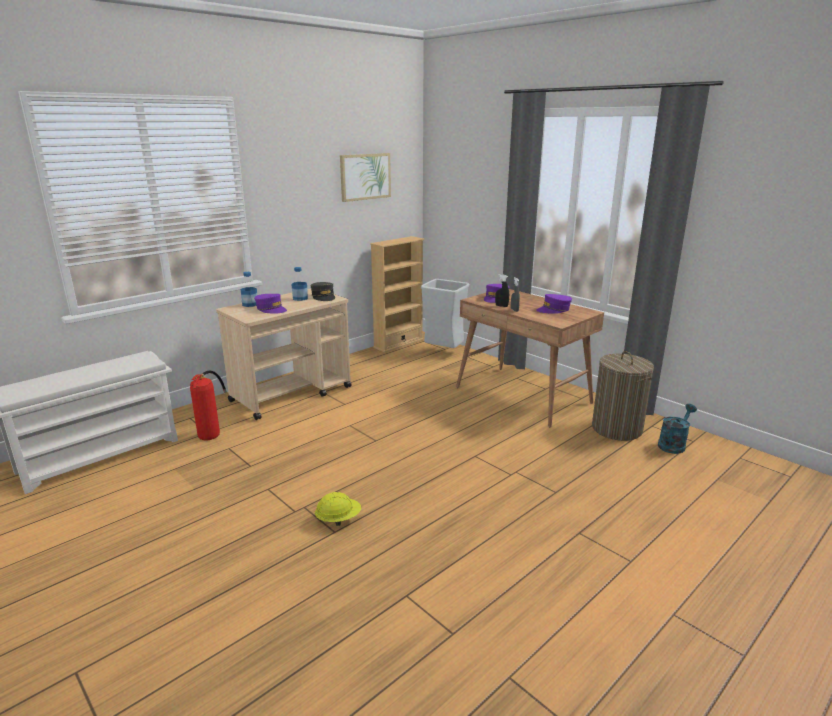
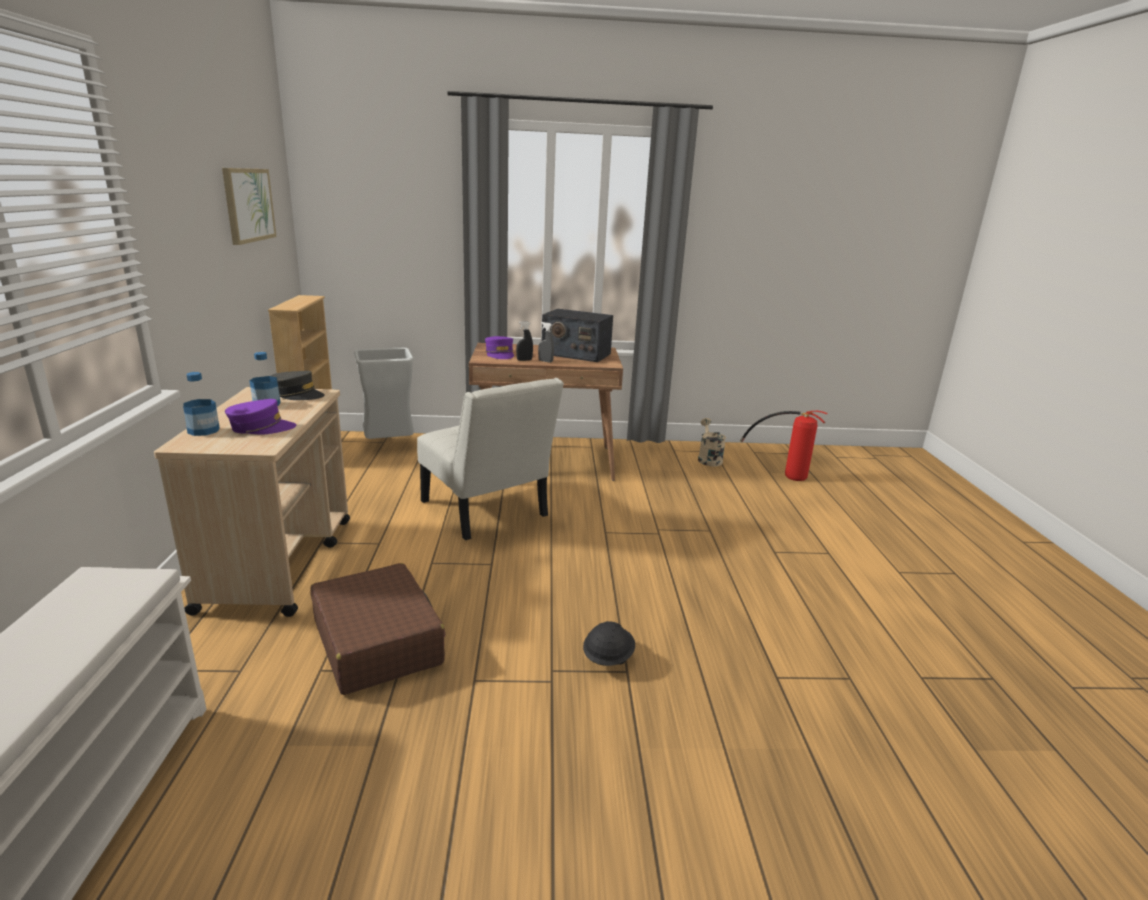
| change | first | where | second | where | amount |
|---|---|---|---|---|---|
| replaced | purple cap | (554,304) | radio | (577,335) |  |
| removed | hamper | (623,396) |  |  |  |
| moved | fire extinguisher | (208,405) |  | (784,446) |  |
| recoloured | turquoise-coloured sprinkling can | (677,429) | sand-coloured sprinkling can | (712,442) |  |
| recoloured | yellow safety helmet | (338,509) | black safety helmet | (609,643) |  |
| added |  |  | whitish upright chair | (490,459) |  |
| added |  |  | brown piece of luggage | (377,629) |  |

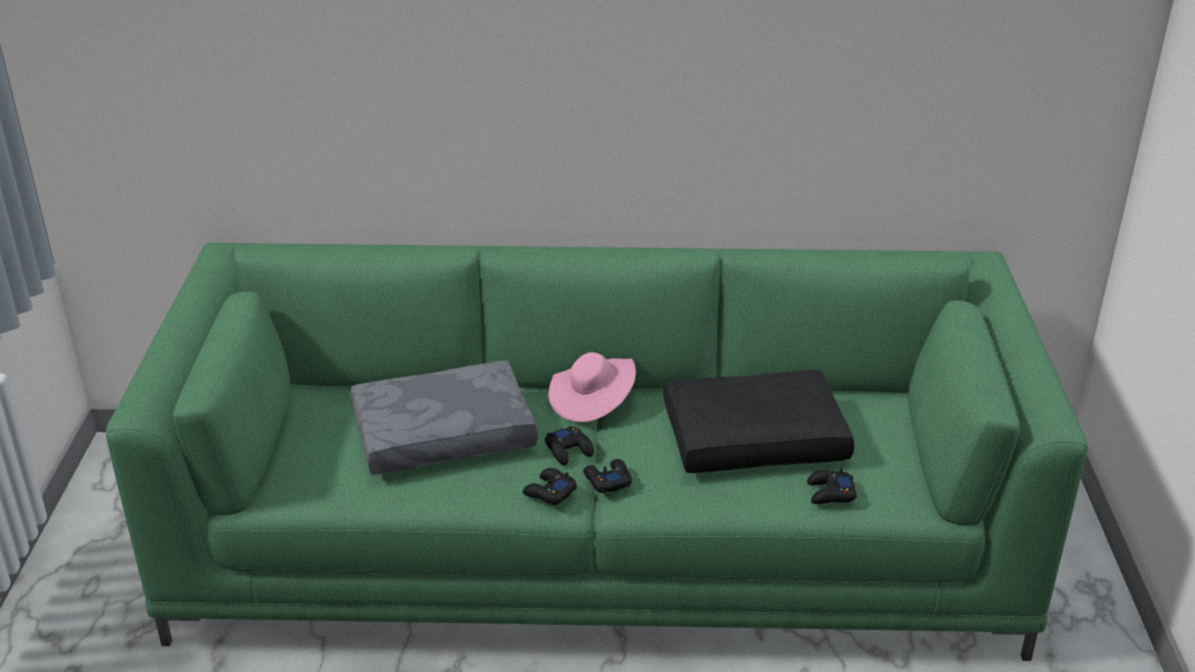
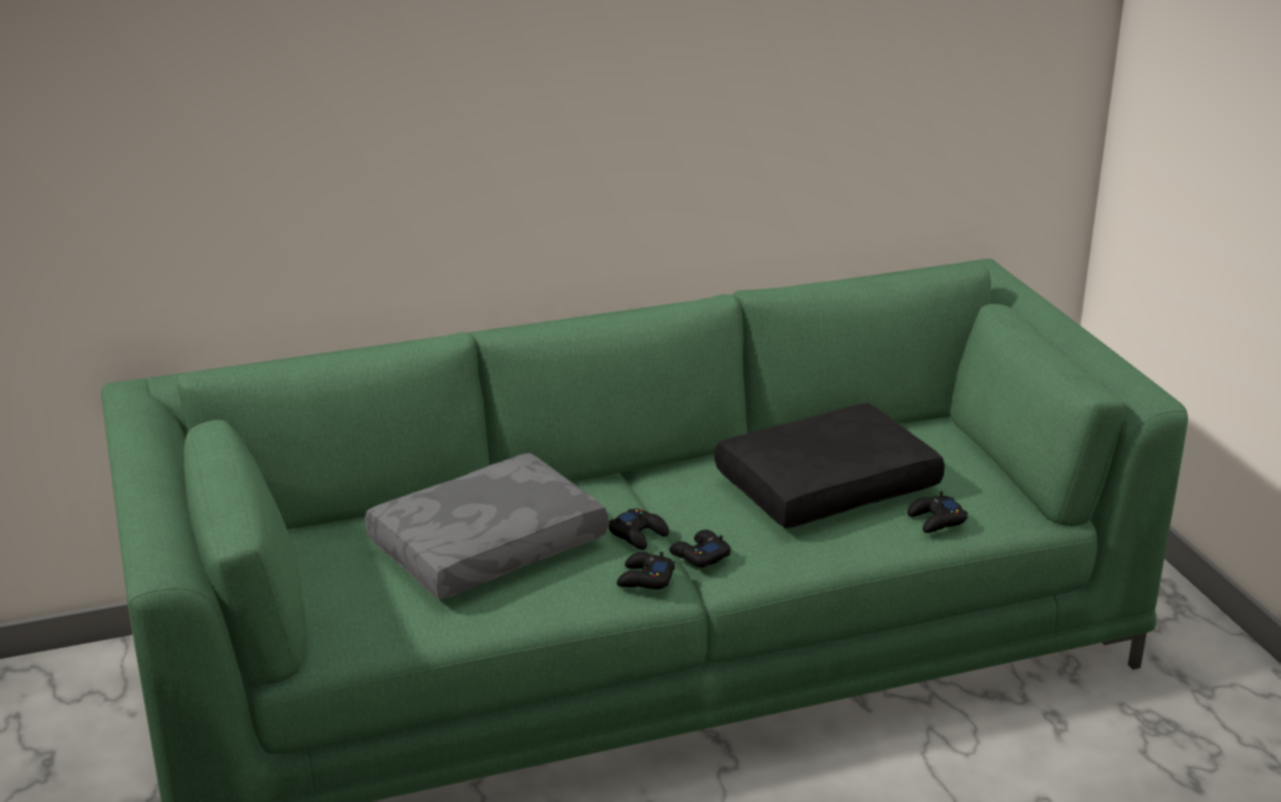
| change | first | where | second | where | amount |
|---|---|---|---|---|---|
| removed | pink hat | (592,387) |  |  |  |

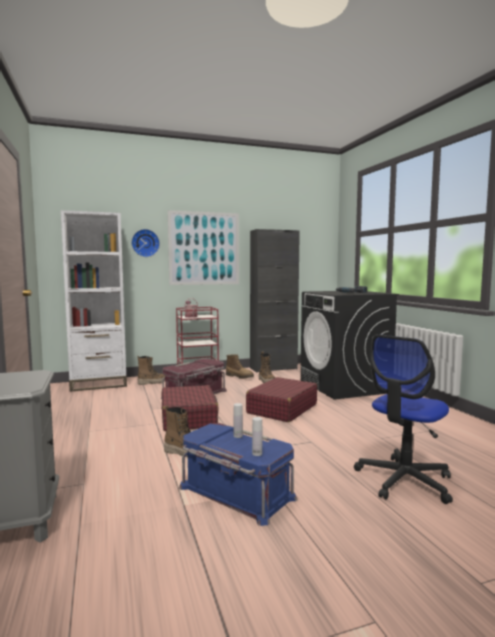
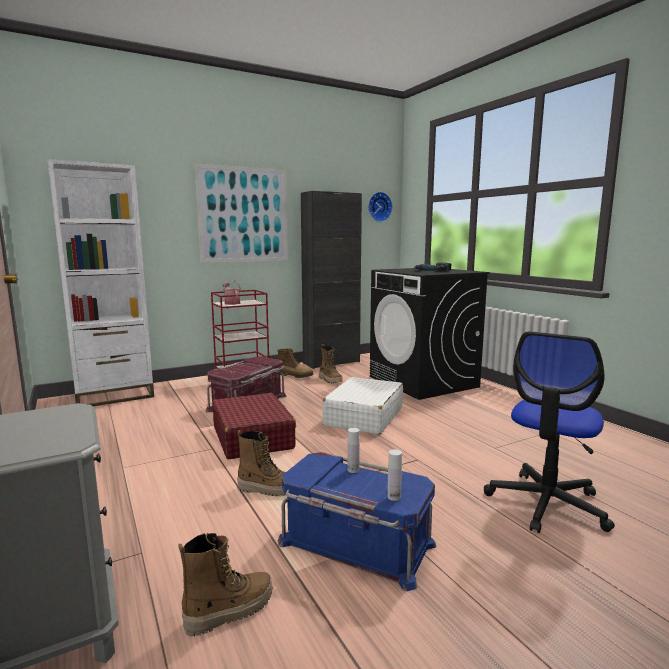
| change | first | where | second | where | amount |
|---|---|---|---|---|---|
| moved | wall clock | (145,243) |  | (380,207) |  |
| moved | high-top boot | (151,370) |  | (225,584) |  |
| recoloured | red piece of luggage | (281,399) | whitish piece of luggage | (362,406) |  |

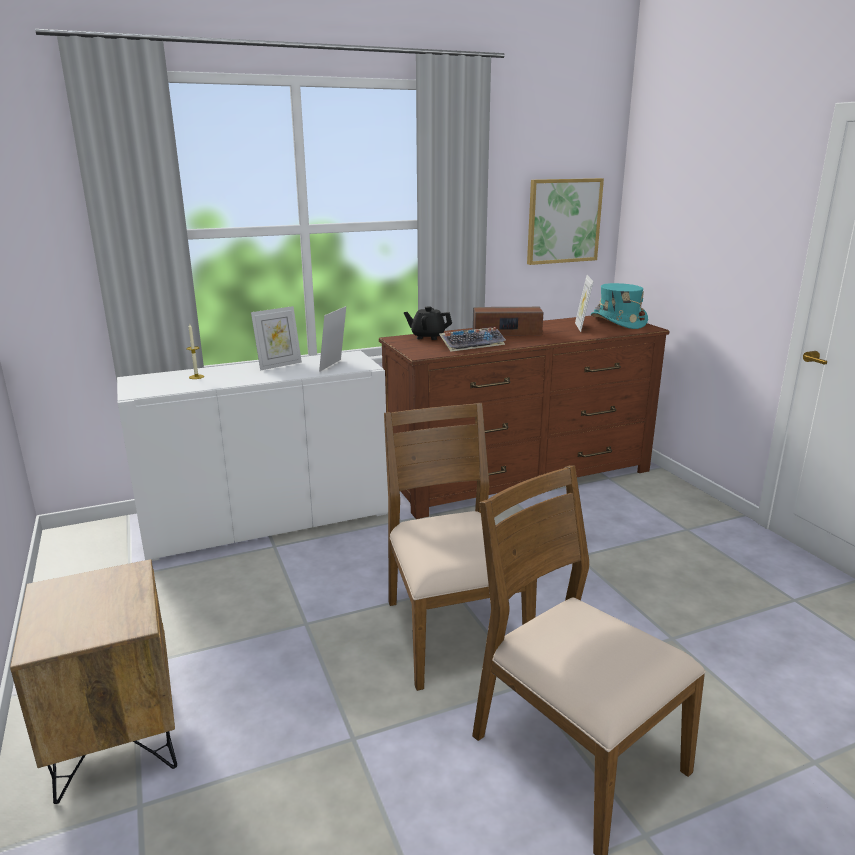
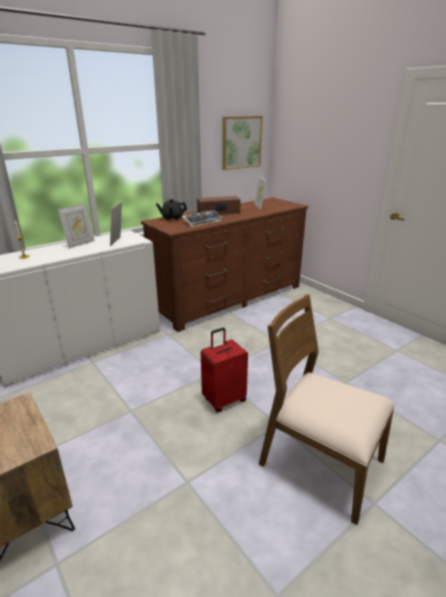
| change | first | where | second | where | amount |
|---|---|---|---|---|---|
| removed | turquoise-coloured hat | (619,306) |  |  |  |
| replaced | brown upright chair | (460,547) | red piece of luggage | (224,370) |  |

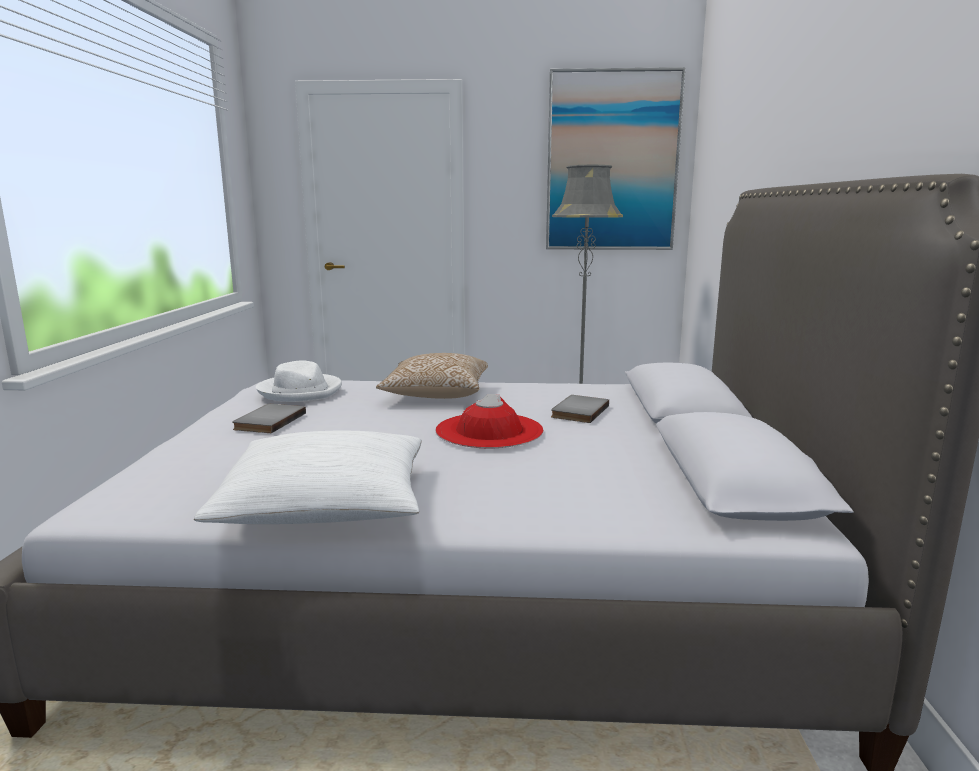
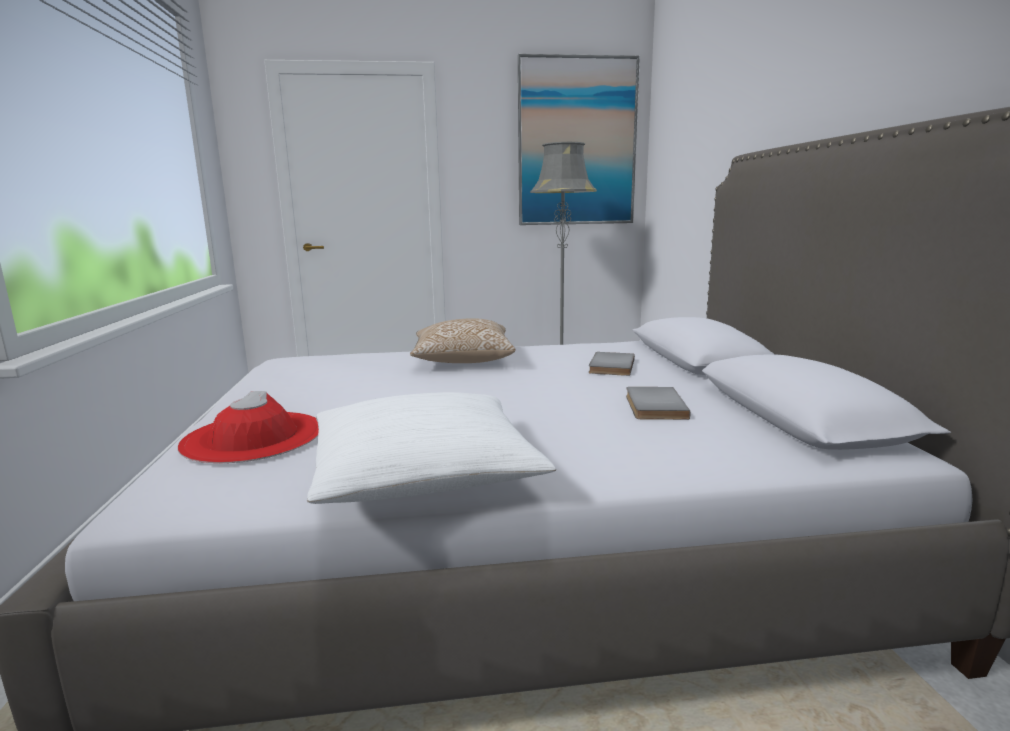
| change | first | where | second | where | amount |
|---|---|---|---|---|---|
| removed | whitish hat | (299,381) |  |  |  |
| moved | red hat | (489,421) |  | (248,427) |  |
| moved | greyish bound book | (269,418) |  | (658,403) |  |

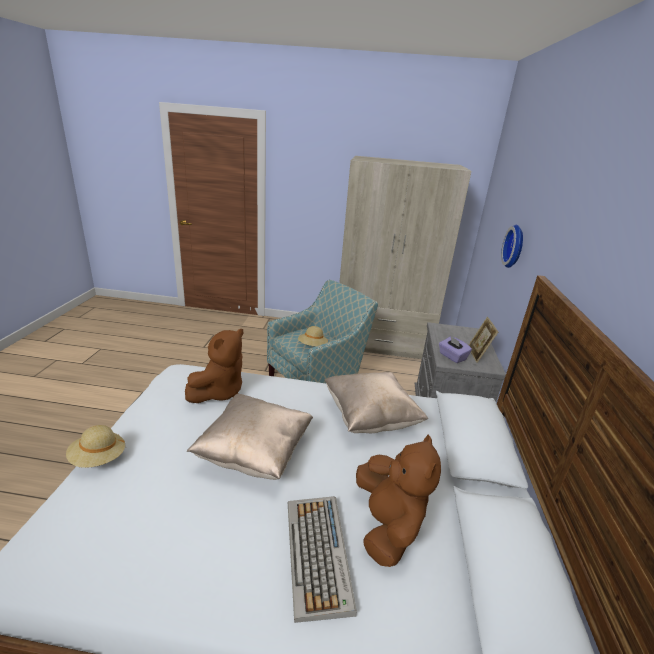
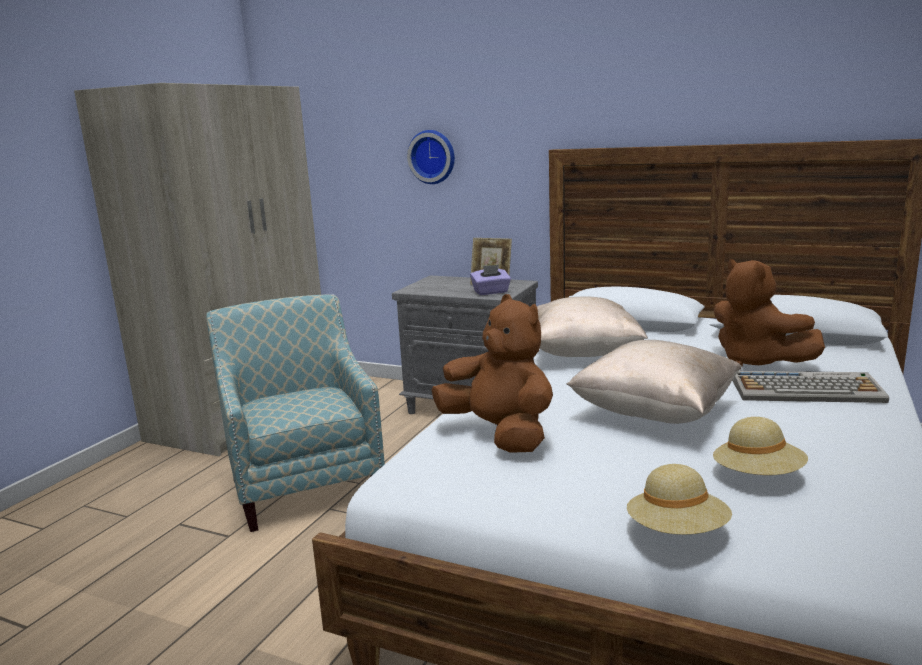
| change | first | where | second | where | amount |
|---|---|---|---|---|---|
| moved | sand-coloured hat | (313,336) |  | (760,446) |  |
| turned | brown cuddly toy | (398,501) |  | (769,313) | 135 degrees counterclockwise |

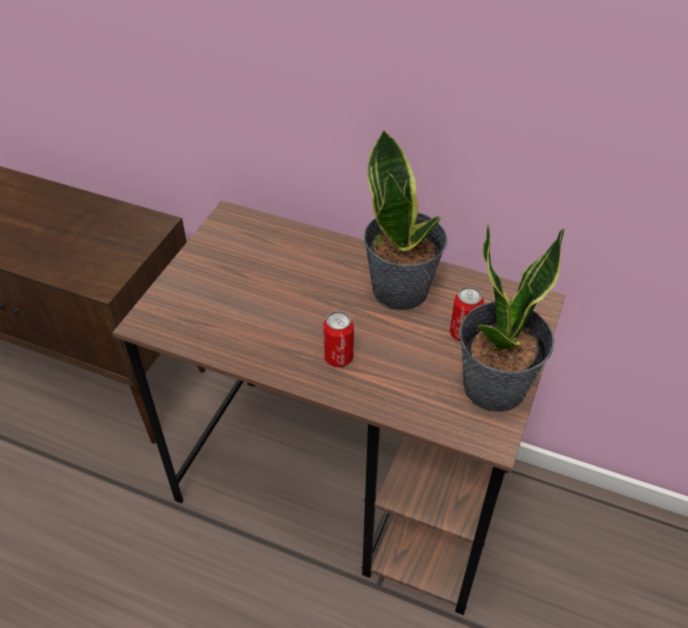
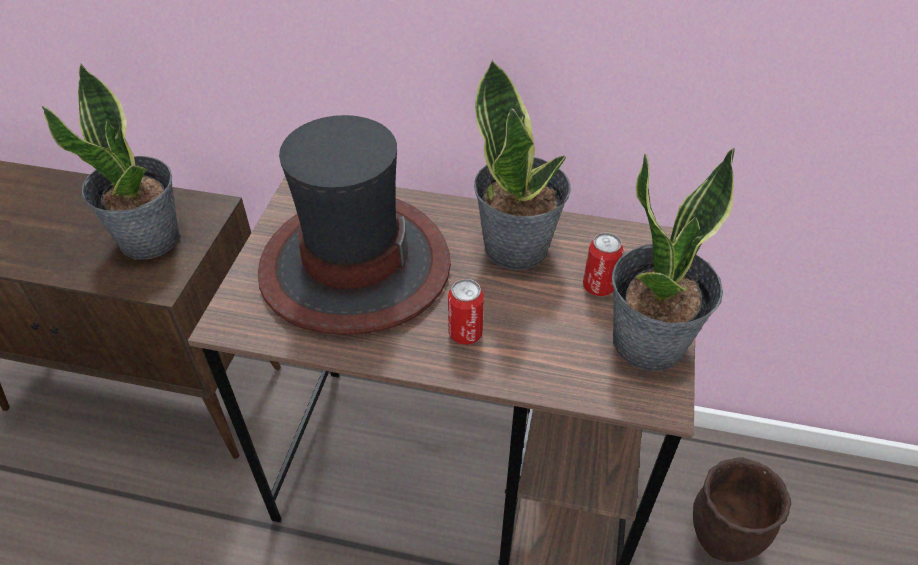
| change | first | where | second | where | amount |
|---|---|---|---|---|---|
| added |  |  | houseplant | (110,161) |  |
| added |  |  | hat | (354,225) |  |
| added |  |  | brown planter | (742,509) |  |

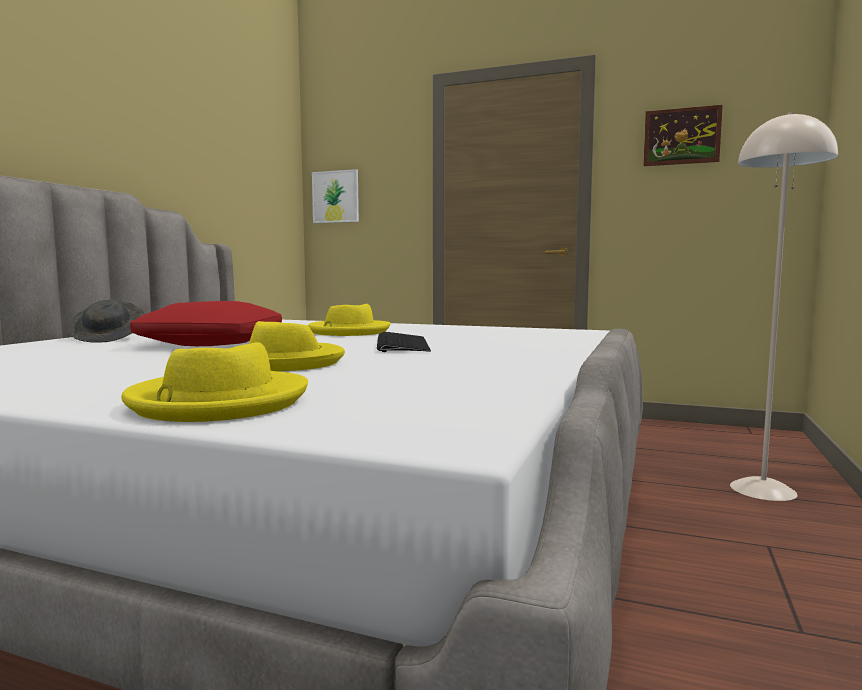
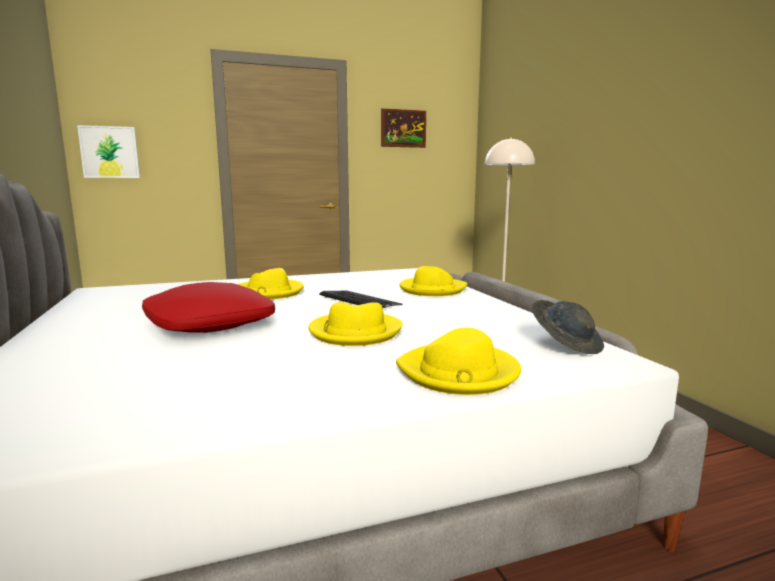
| change | first | where | second | where | amount |
|---|---|---|---|---|---|
| moved | greyish hat | (106,321) |  | (568,327) |  |
| added |  |  | yellow hat | (433,281) |  |

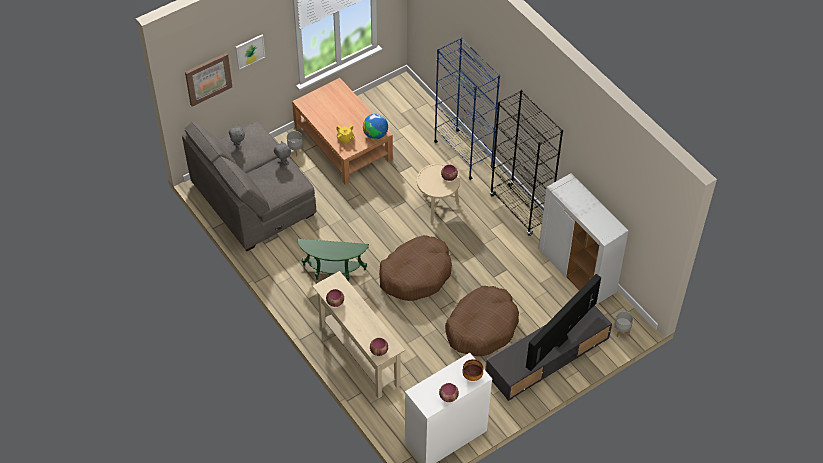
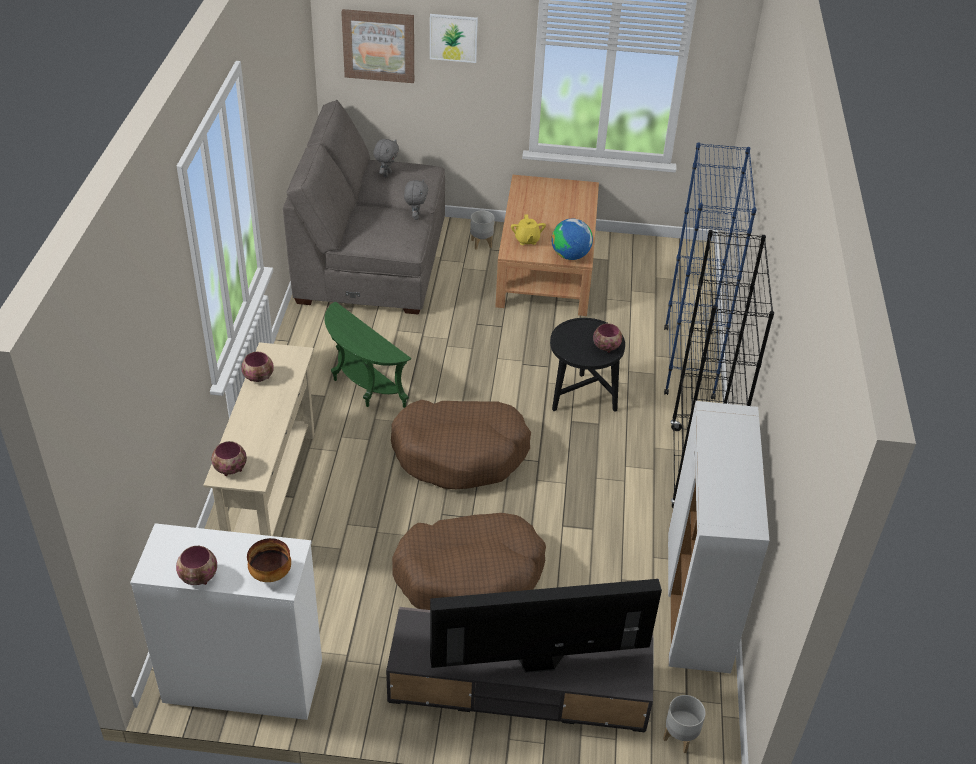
| change | first | where | second | where | amount |
|---|---|---|---|---|---|
| recoloured | sand-coloured side table | (438,194) | black side table | (587,365) |  |

